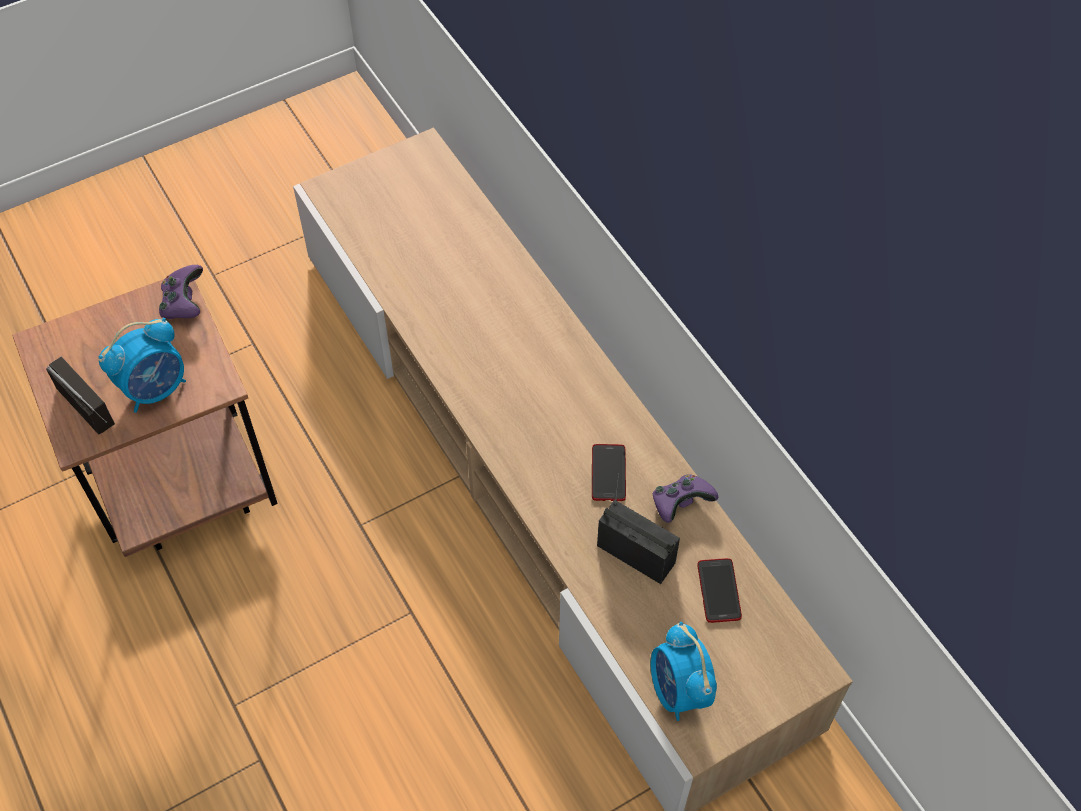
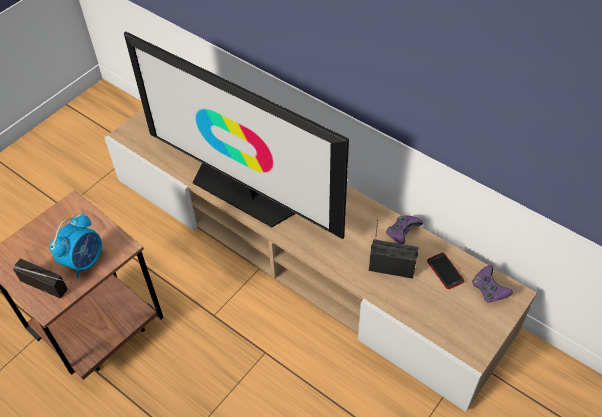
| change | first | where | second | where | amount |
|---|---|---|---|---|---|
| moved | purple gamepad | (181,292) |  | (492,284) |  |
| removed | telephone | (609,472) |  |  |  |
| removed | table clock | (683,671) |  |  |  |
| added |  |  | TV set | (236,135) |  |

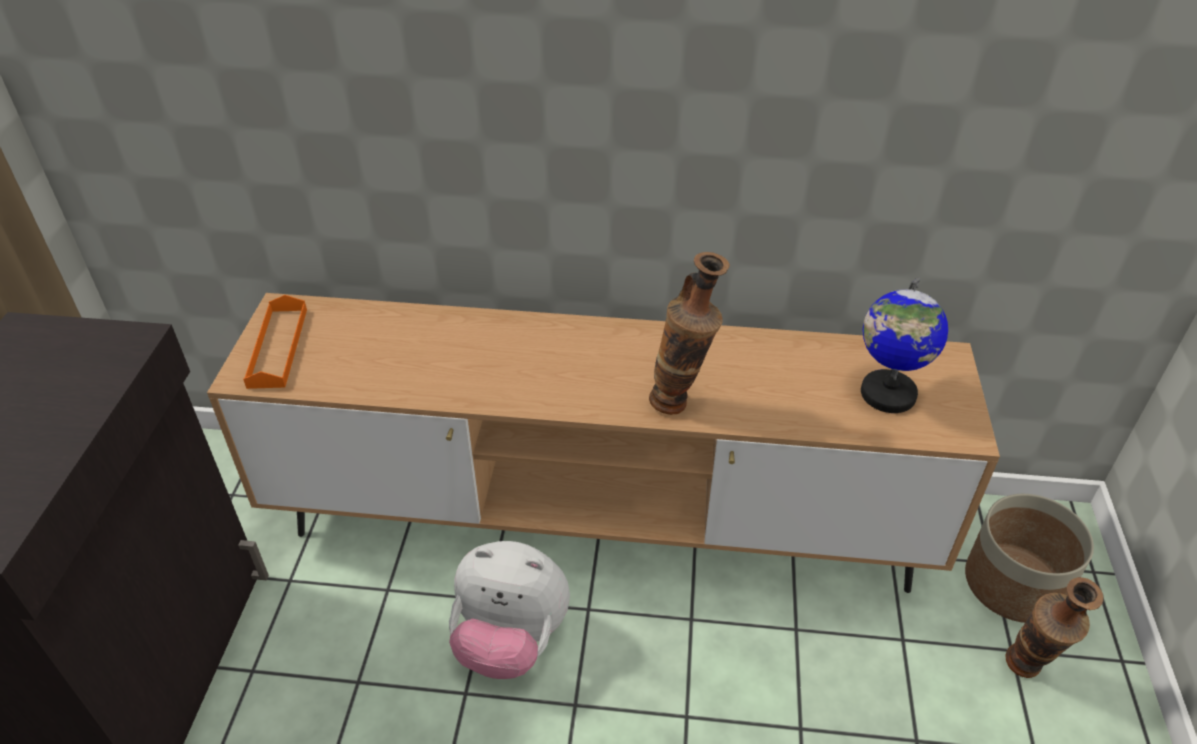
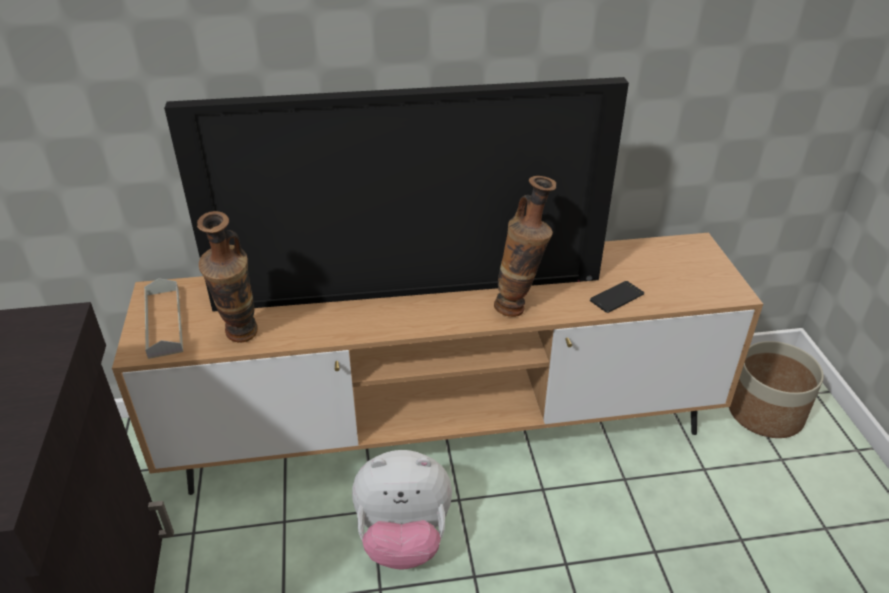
| change | first | where | second | where | amount |
|---|---|---|---|---|---|
| removed | desk globe | (904,345) |  |  |  |
| recoloured | orangey carrying tray | (275,342) | greyish carrying tray | (163,318) |  |
| moved | flower vase | (1054,627) |  | (227,277) |  |
| added |  |  | TV set | (396,194) |  |
| added |  |  | telephone | (617,297) |  |

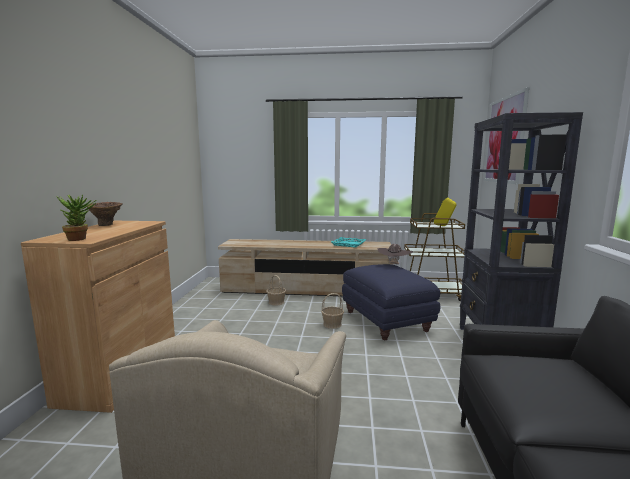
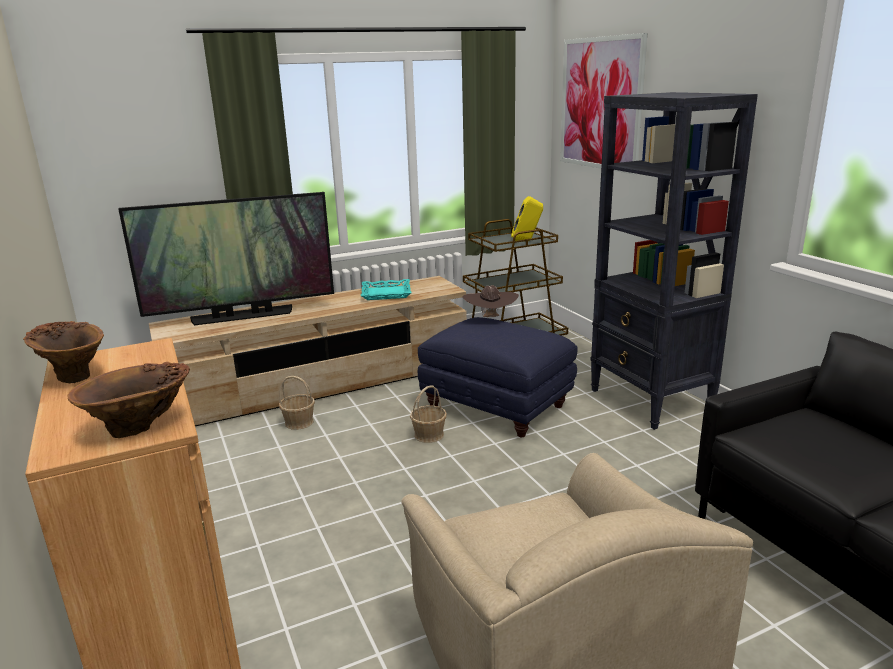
| change | first | where | second | where | amount |
|---|---|---|---|---|---|
| replaced | houseplant | (76,218) | brown flower vase | (128,400) |  |
| added |  |  | TV set | (226,258) |  |

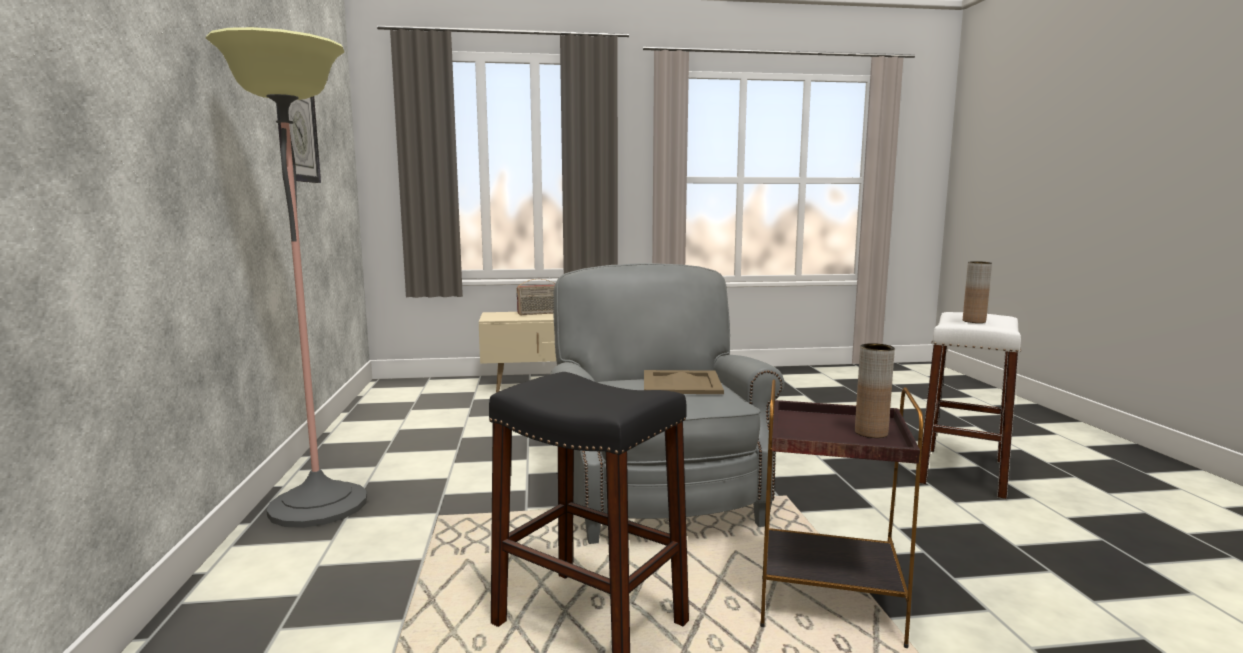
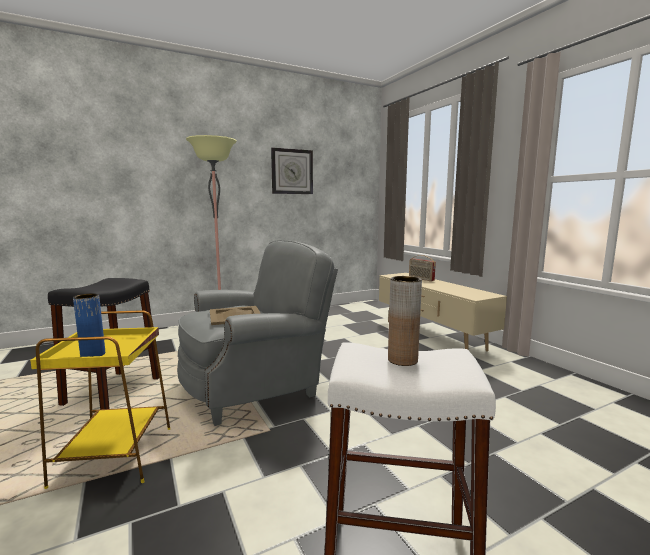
| change | first | where | second | where | amount |
|---|---|---|---|---|---|
| recoloured | brown flower vase | (875,390) | blue-coloured flower vase | (89,325) |  |
| recoloured | brown side table | (841,513) | yellow side table | (100,399) |  |

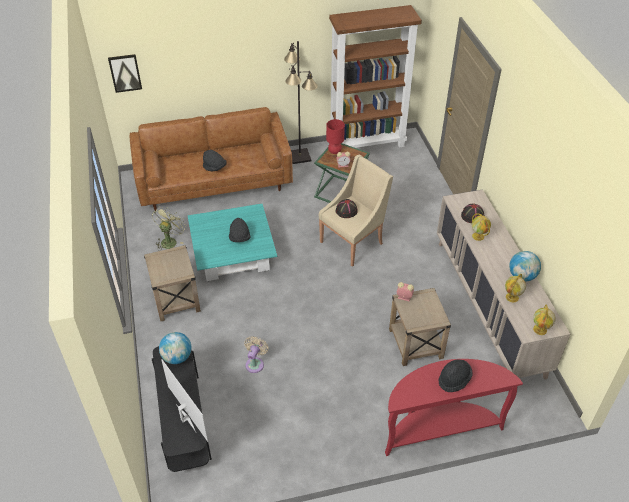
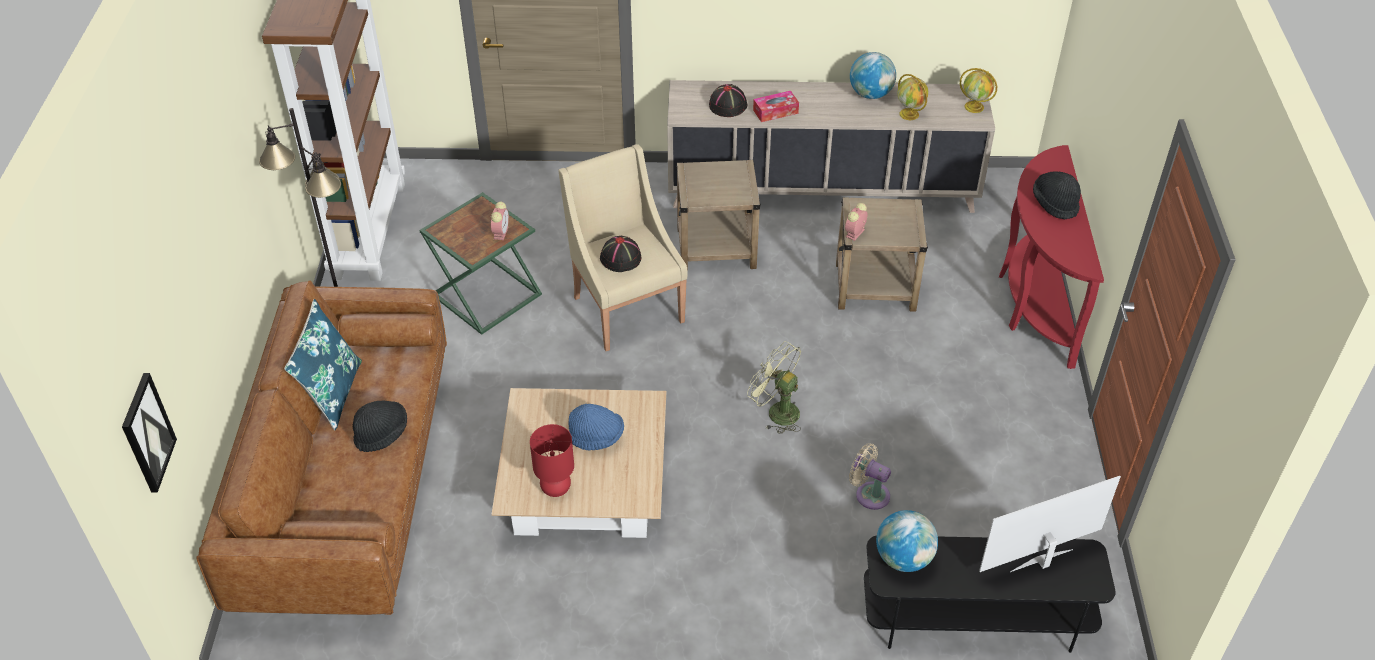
| change | first | where | second | where | amount |
|---|---|---|---|---|---|
| moved | red lamp for a table | (335,136) |  | (552,460) |  |
| recoloured | turquoise-coloured low table | (232,242) | sand-coloured low table | (578,463) |  |
| moved | greenish fan | (169,229) |  | (774,387) |  |
| replaced | desk globe | (481,227) | box of tissues | (776,106) |  |
| recoloured | black hat | (240,230) | blue-coloured hat | (596,427) |  |
| moved | sand-coloured side table | (172,283) |  | (718,216) |  |
| added |  |  | blue-coloured pillow | (323,364) |  |

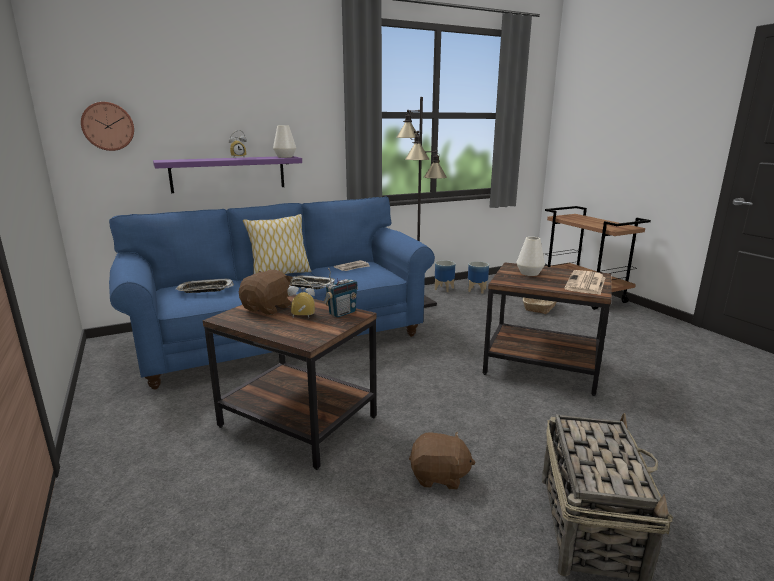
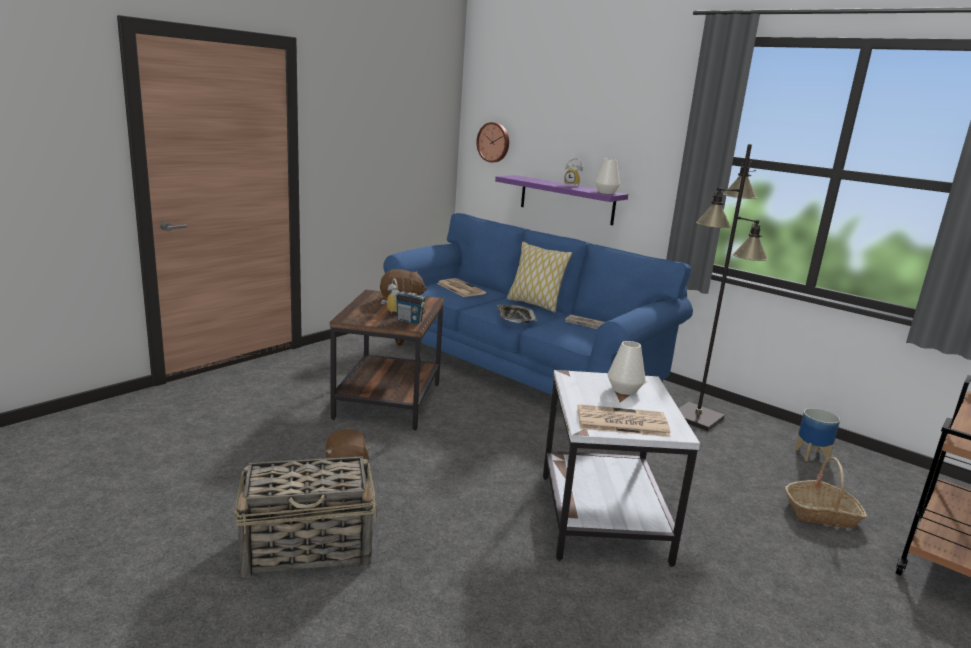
| change | first | where | second | where | amount |
|---|---|---|---|---|---|
| removed | planter | (445,276) |  |  |  |
| recoloured | brown side table | (547,329) | whitish side table | (621,468) |  |
| replaced | carrying tray | (205,286) | printed paper | (461,287) |  |

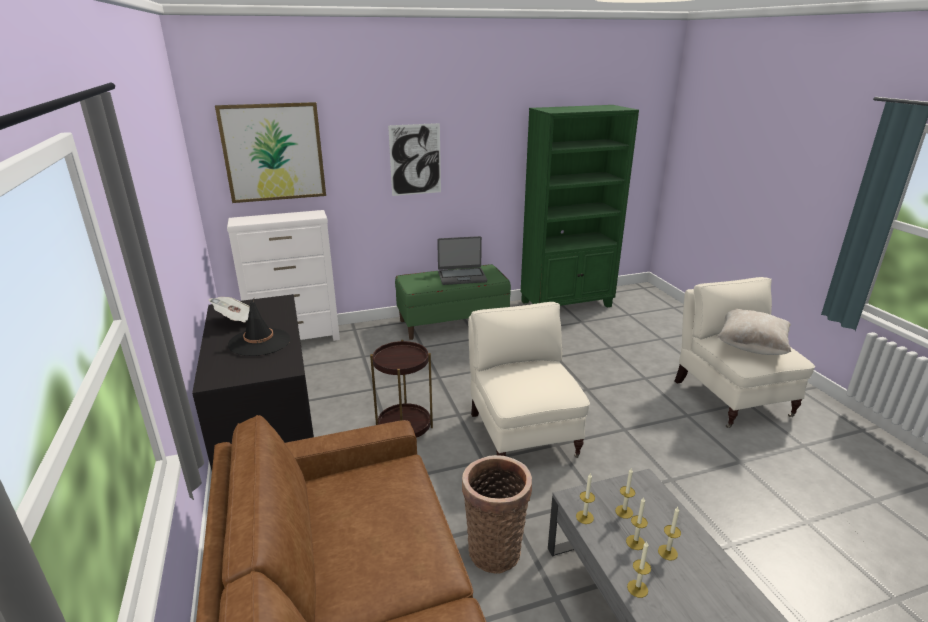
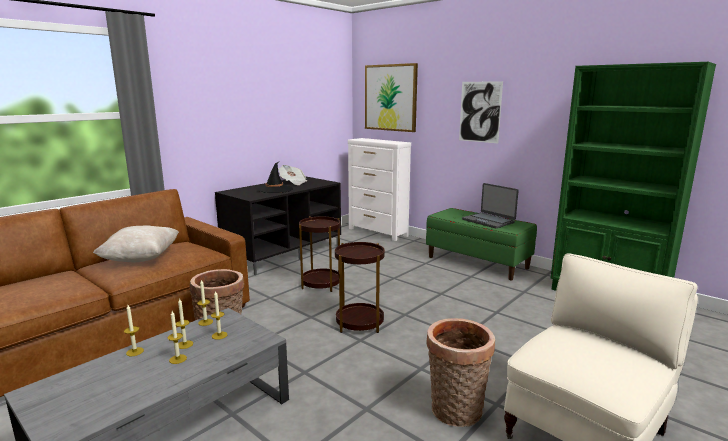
| change | first | where | second | where | amount |
|---|---|---|---|---|---|
| replaced | sand-coloured lounge chair | (529,380) | brown side table | (360,287) |  |
| moved | sand-coloured pillow | (754,332) |  | (136,243) |  |
| added |  |  | basket | (460,372) |  |

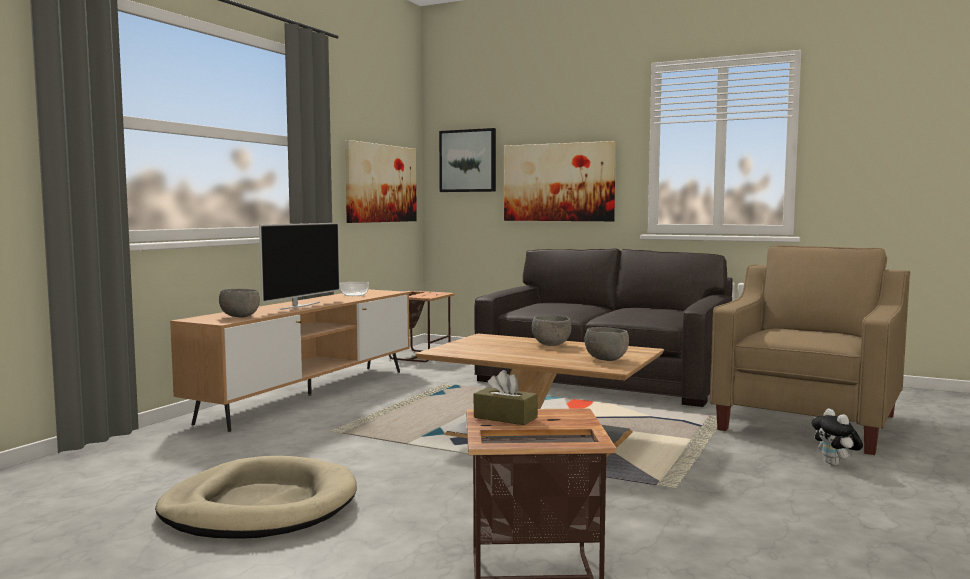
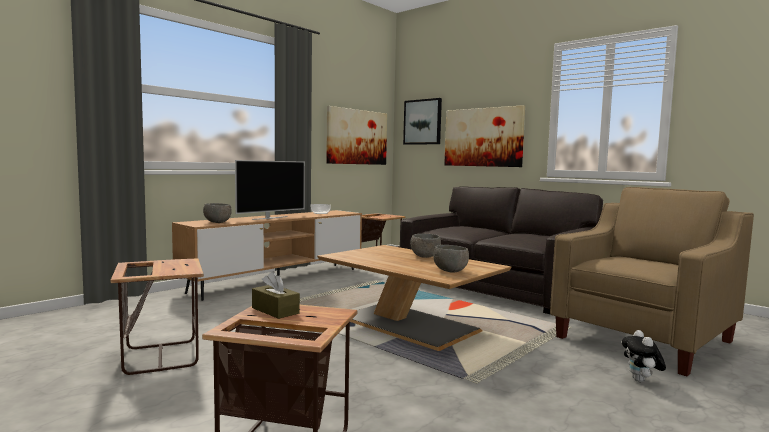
| change | first | where | second | where | amount |
|---|---|---|---|---|---|
| replaced | sand-coloured dog bed | (256,497) | side table | (157,316) |  |

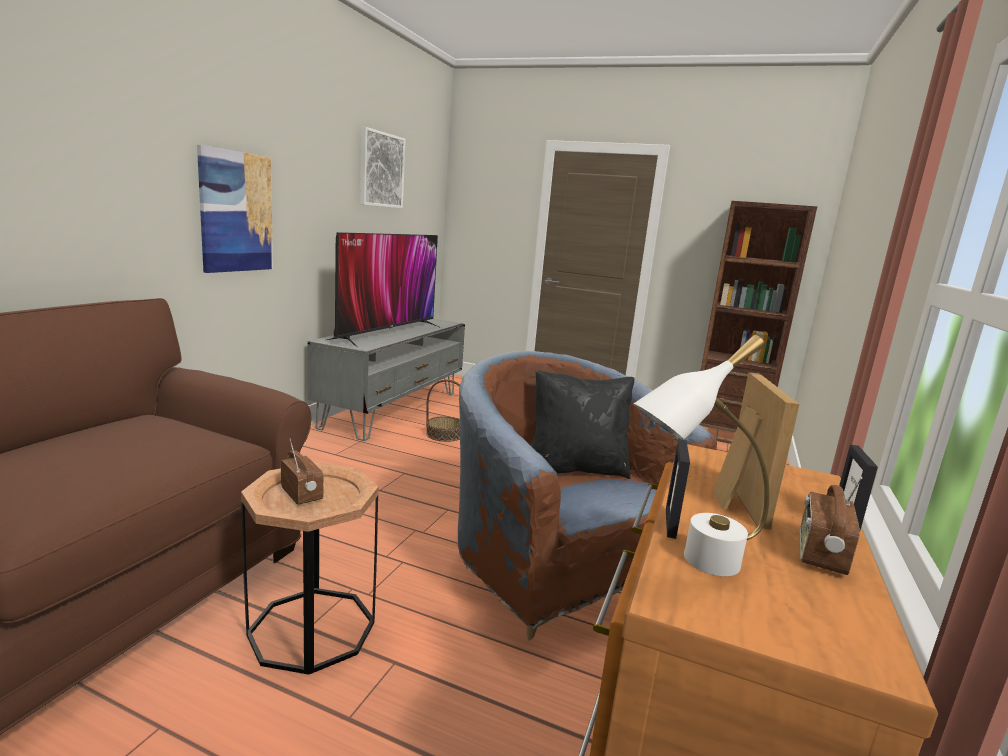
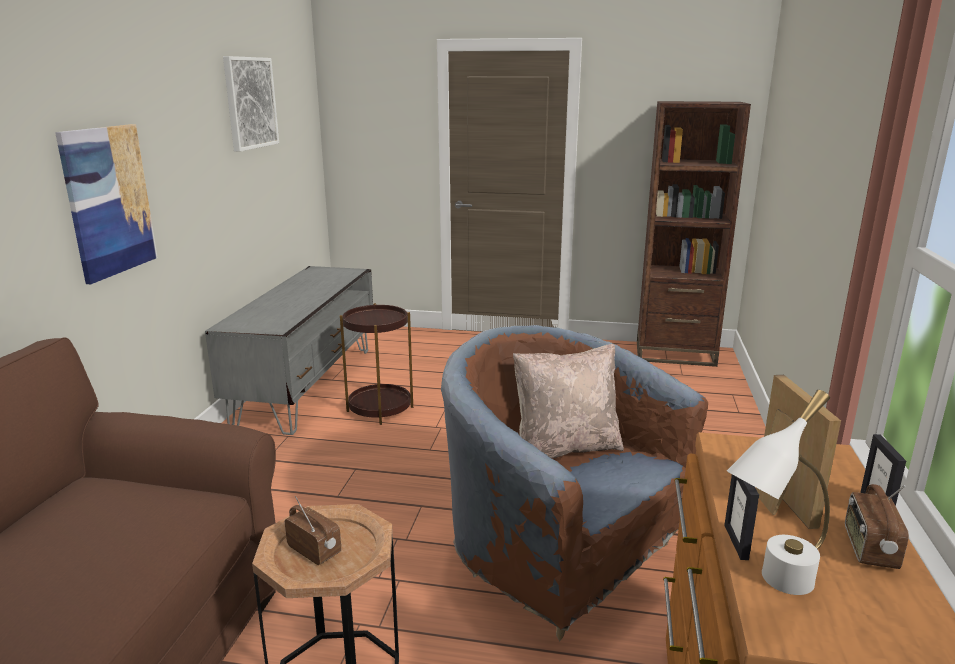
| change | first | where | second | where | amount |
|---|---|---|---|---|---|
| removed | TV set | (384,289) |  |  |  |
| recoloured | black pillow | (583,424) | sand-coloured pillow | (568,401) |  |
| replaced | basket | (443,411) | brown side table | (376,364) |  |

